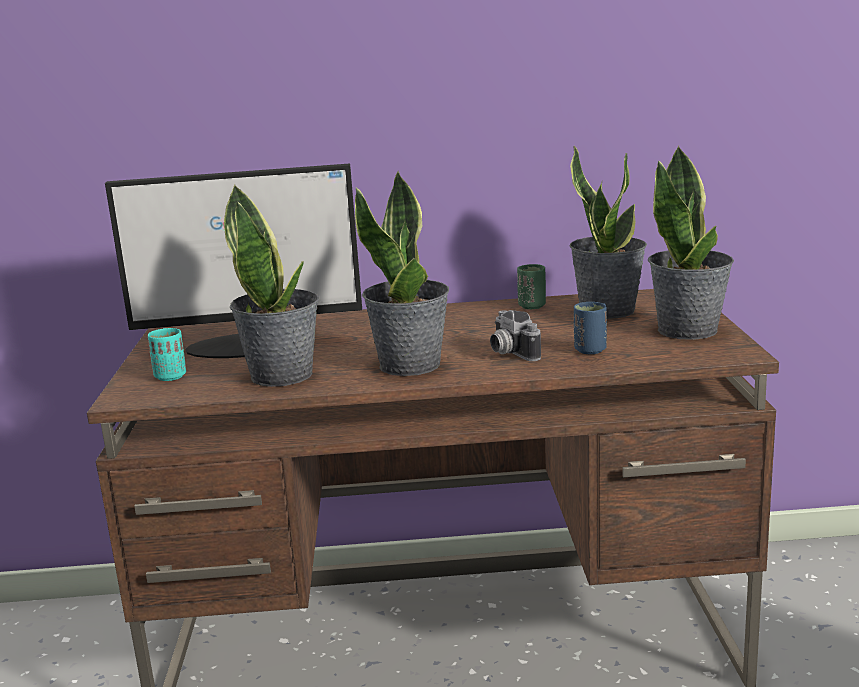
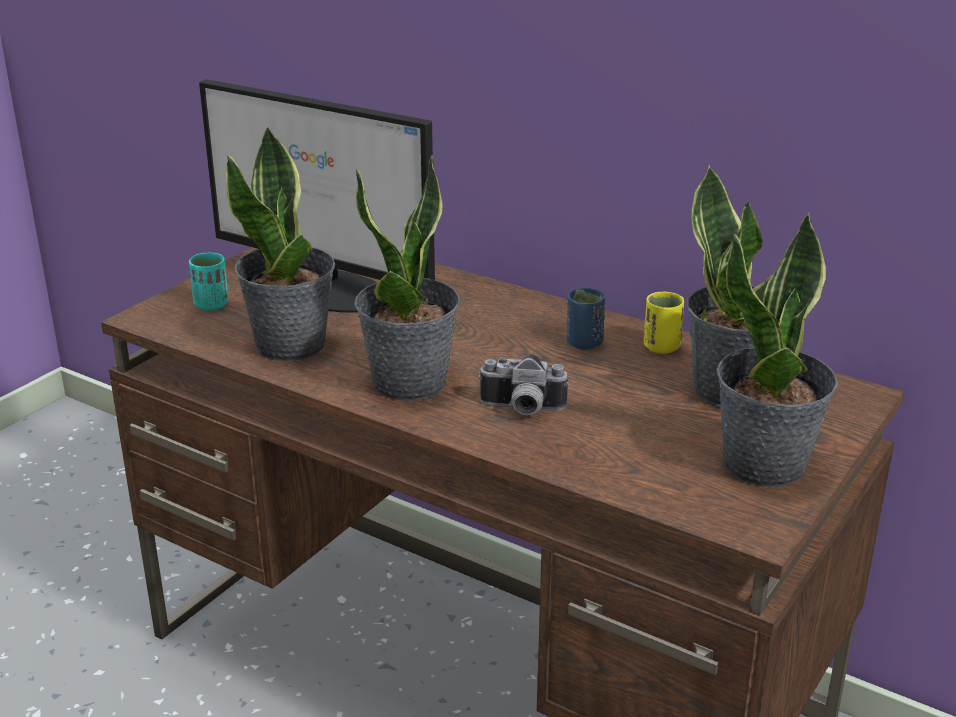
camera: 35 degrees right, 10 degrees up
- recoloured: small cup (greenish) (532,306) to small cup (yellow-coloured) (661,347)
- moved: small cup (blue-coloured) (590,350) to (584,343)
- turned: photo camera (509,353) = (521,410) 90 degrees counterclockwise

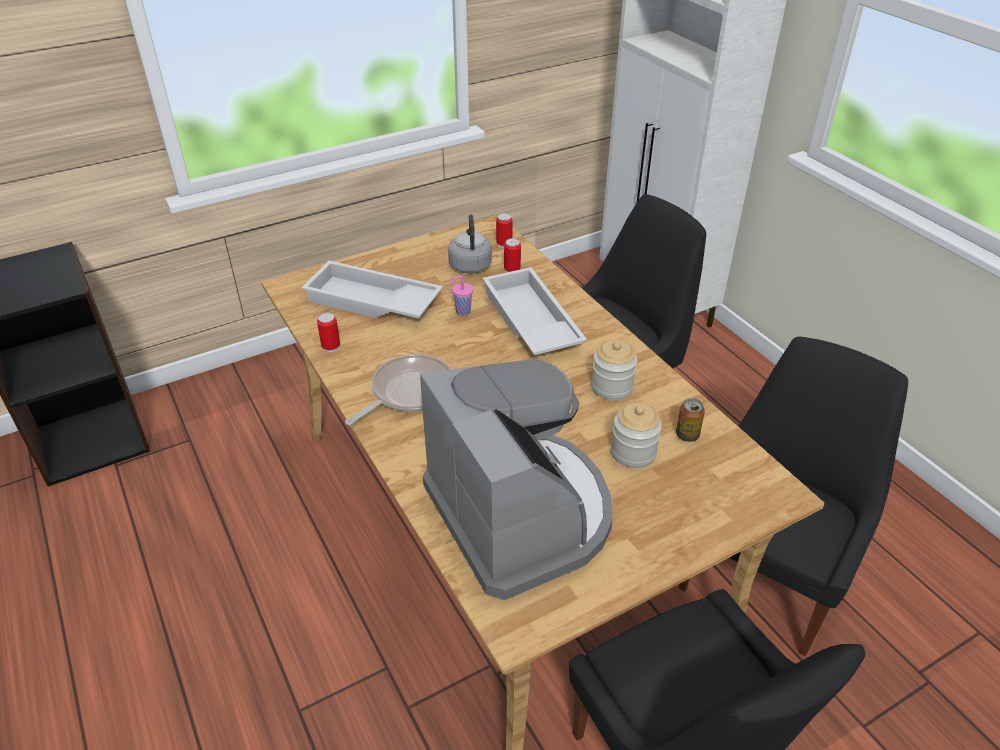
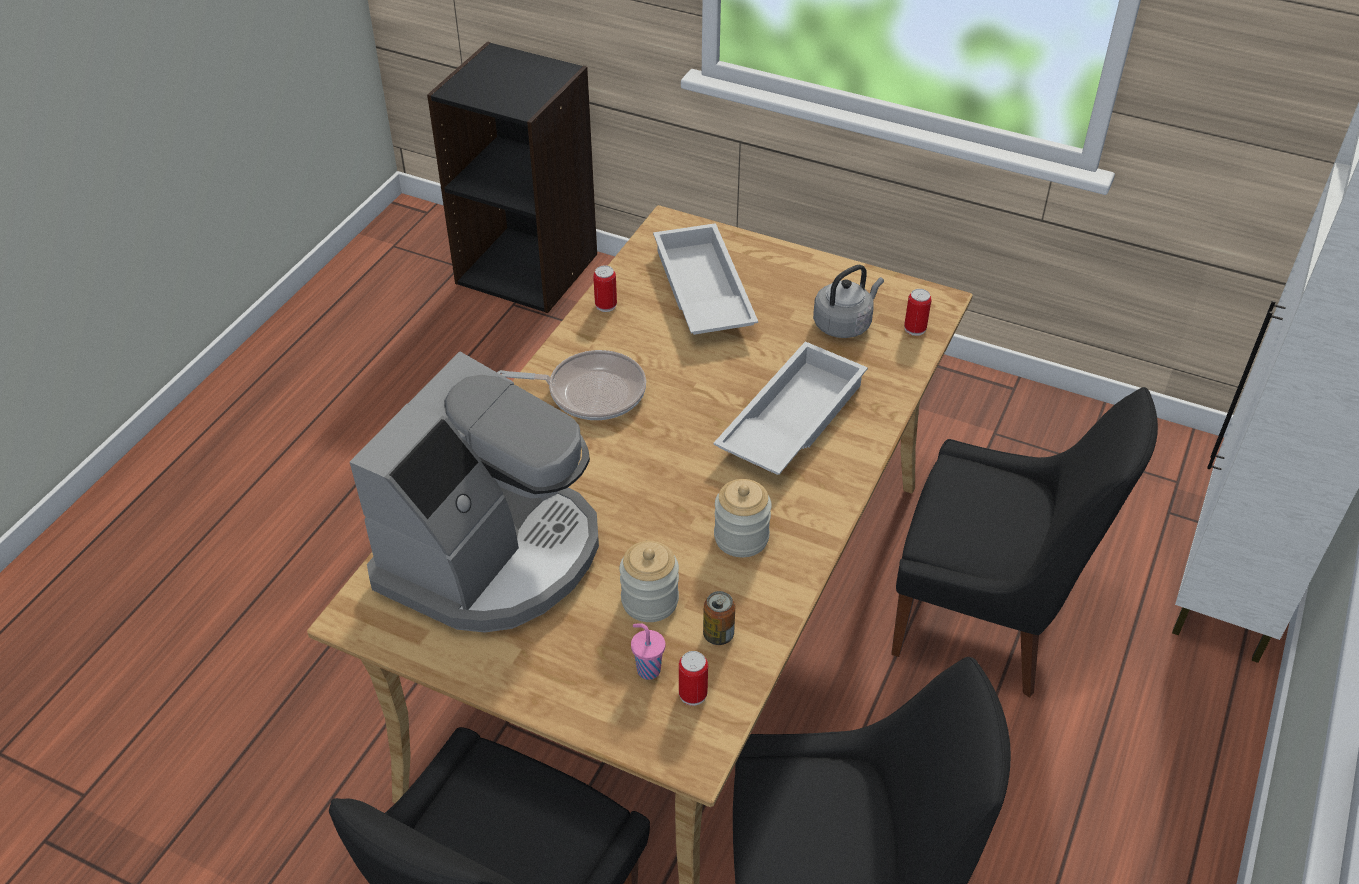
camera: 55 degrees right, 5 degrees up
- moved: can (512,270) to (693,694)
- moved: small cup (pink-coloured) (462,312) to (647,669)

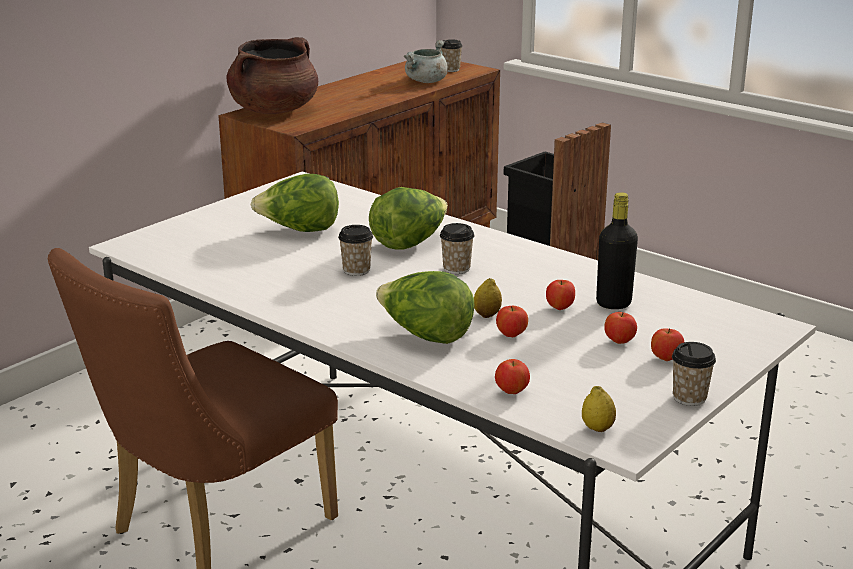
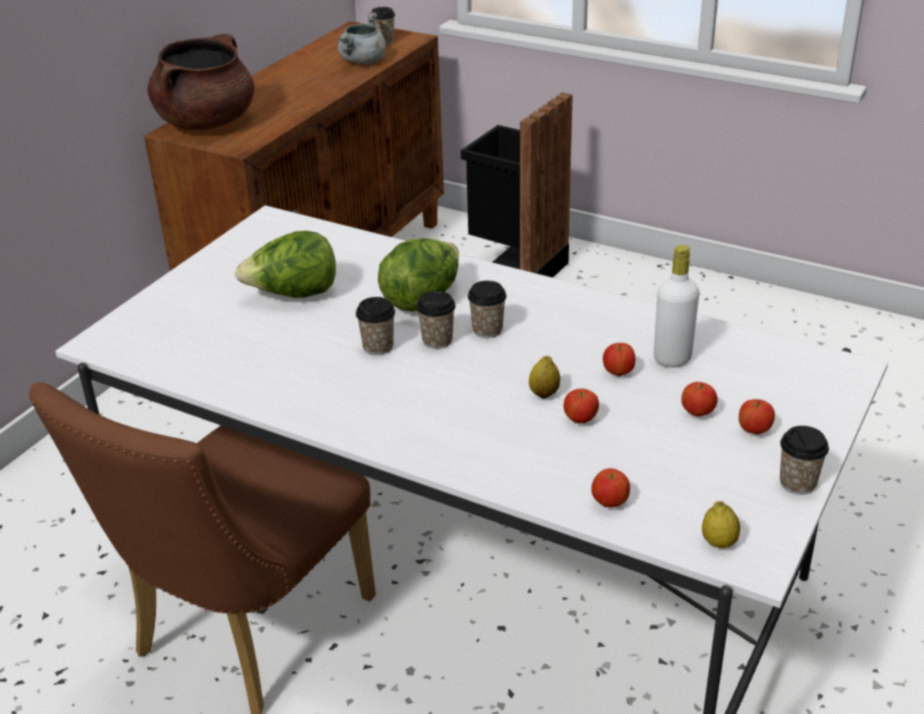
camera: 10 degrees left, 10 degrees up
- recoloured: bottle (black-coloured) (613,303) to bottle (whitish) (672,358)
- removed: head of lettuce (425,336)
- added: small cup (437,340)

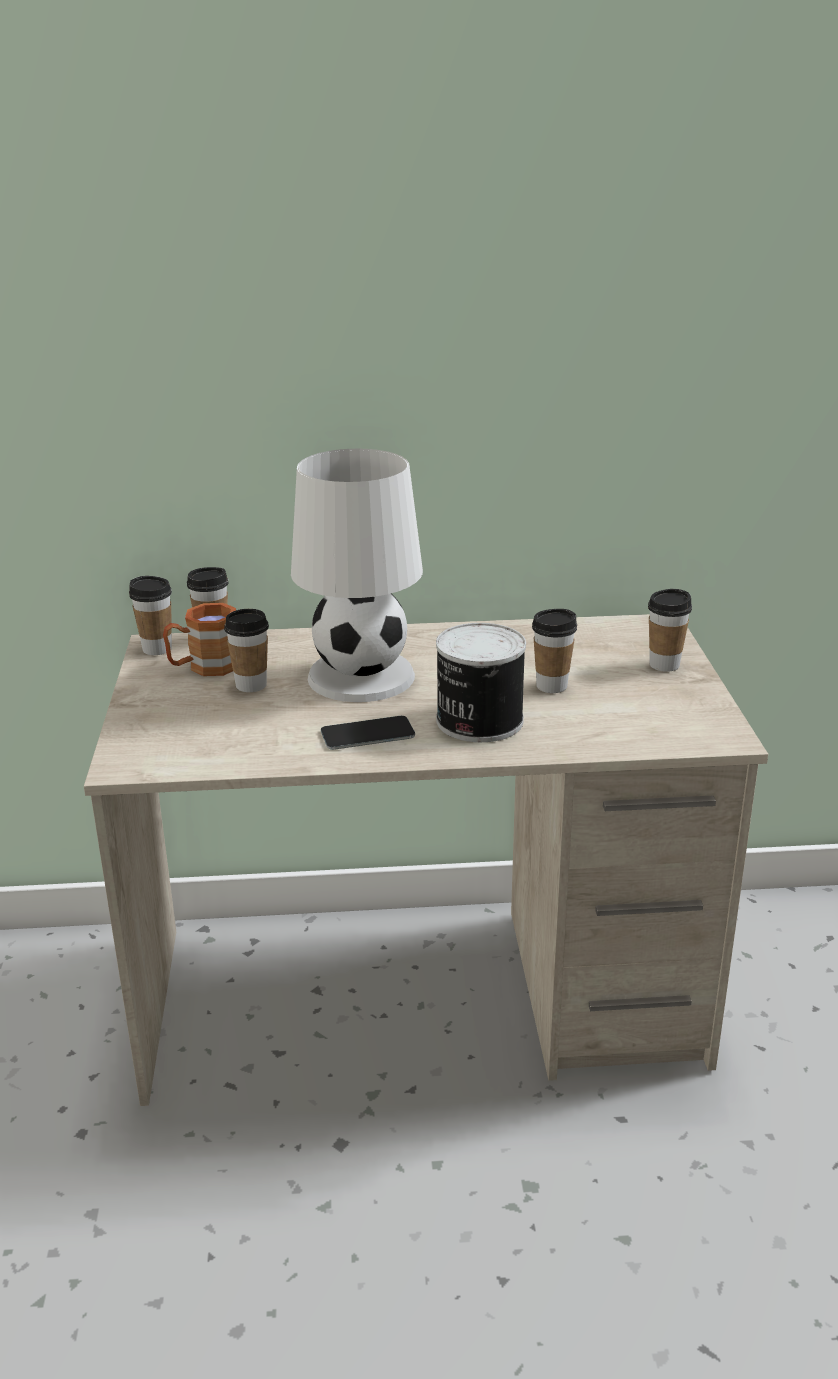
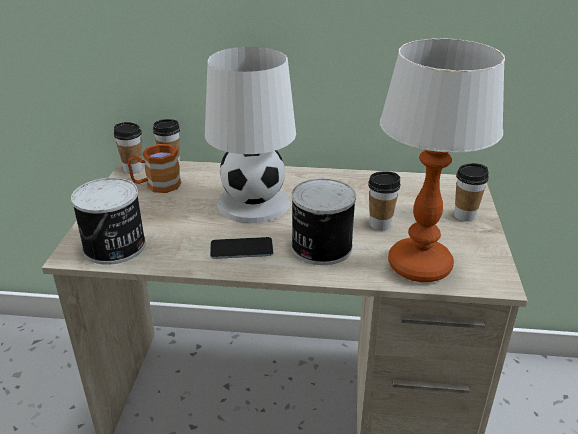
camera: 10 degrees right, 5 degrees up
- removed: small cup (251,685)
- added: table lamp (420,266)
- added: can (115,247)

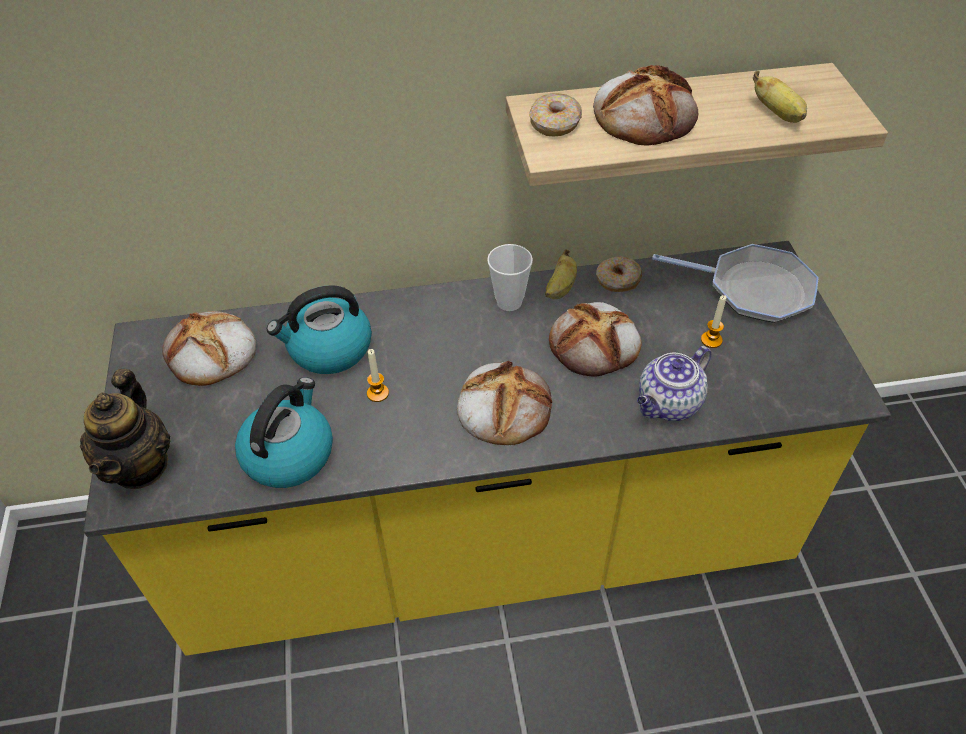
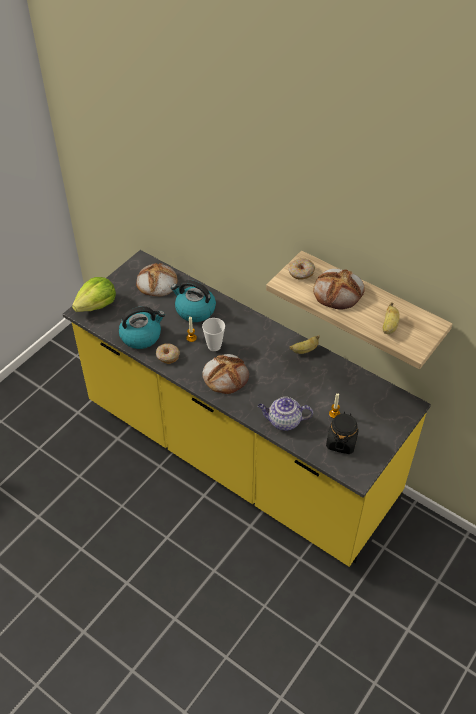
camera: 45 degrees right, 0 degrees up
- moved: small cup (509,302) to (214,346)
- removed: skillet (753,289)
- moved: donut (617,281) to (167,356)
- removed: bakery bread (595,344)
- replaced: tea pot (140,465) to head of lettuce (97,305)
- added: preserve jar (black-coloured) (341,442)

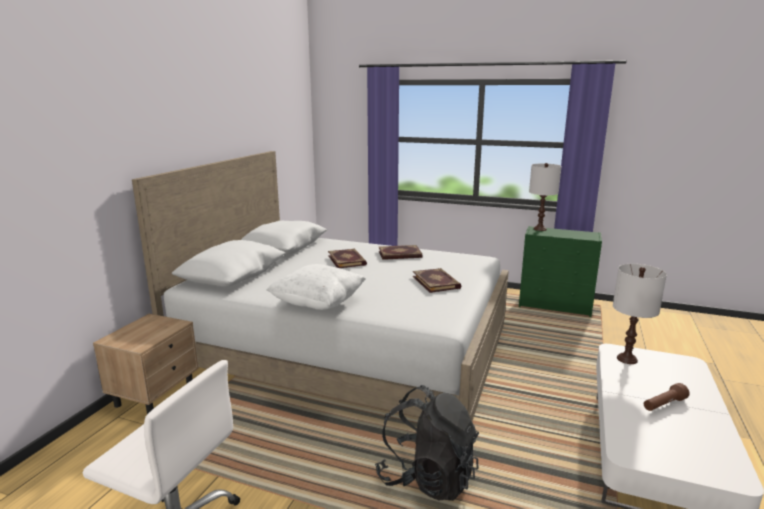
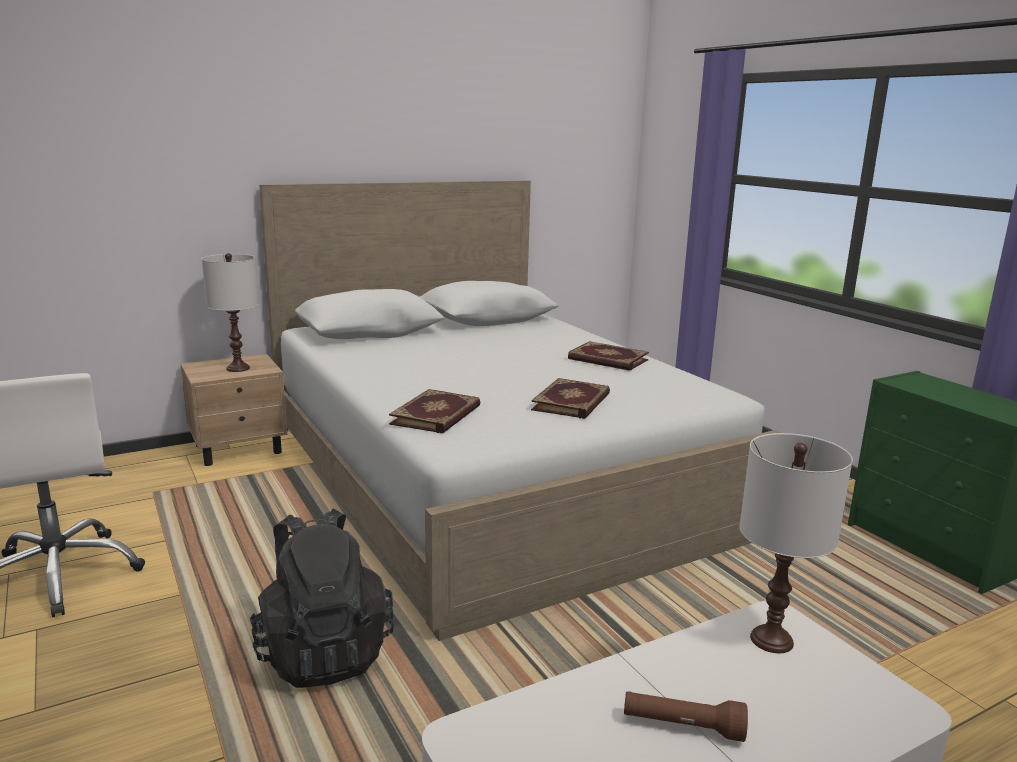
camera: 40 degrees right, 0 degrees up
- moved: table lamp (whitish) (539,229) to (237,368)
- moved: book (347,260) to (437,415)
- removed: cushion (whitish) (318,304)

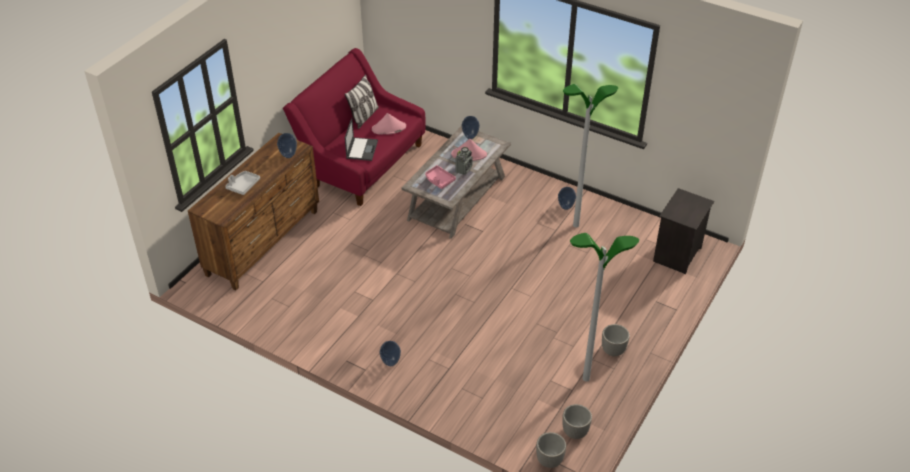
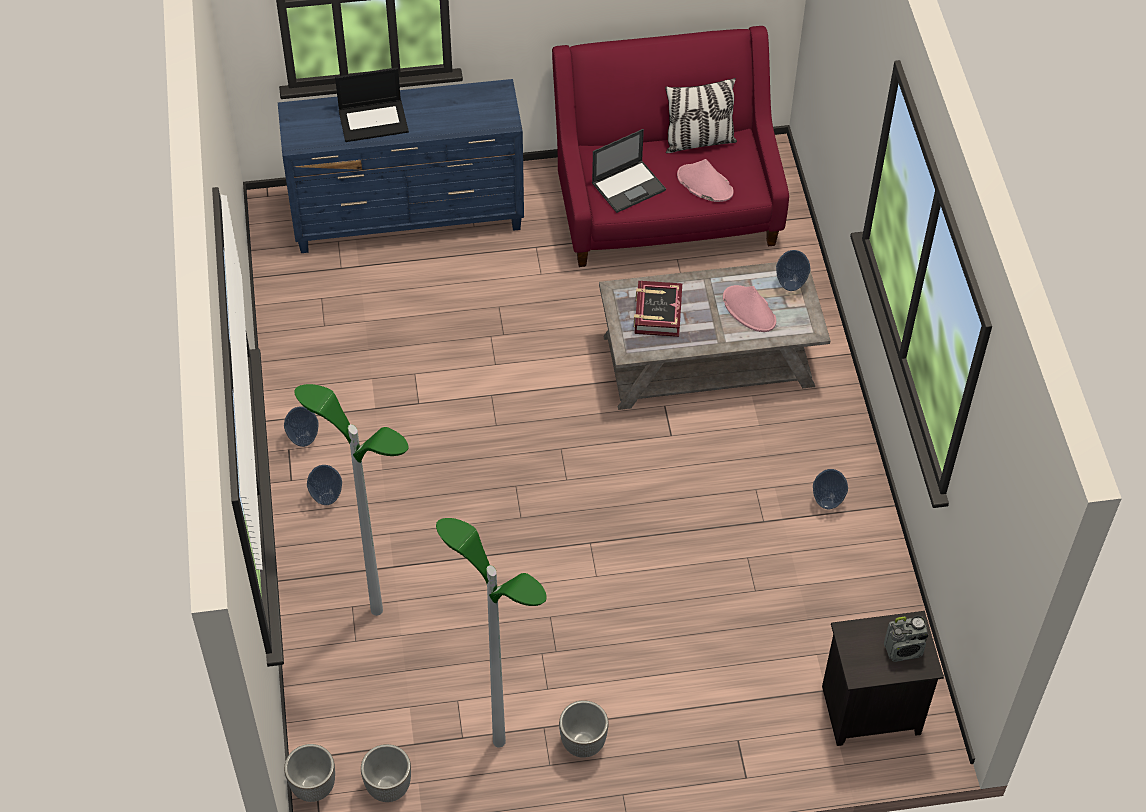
camera: 50 degrees right, 10 degrees up
- moved: floor lamp (576,225) to (376,610)
- recoloured: dresser (brown-coloured) (264,242) to dresser (blue-coloured) (409,219)
- moved: flower vase (288,155) to (303,440)
- moved: radio receiver (464,169) to (904,650)
- replaced: tray (pink-coloured) (439,180) to book (657,313)
- replaced: tray (greyish) (243,186) to portable computer (374,120)

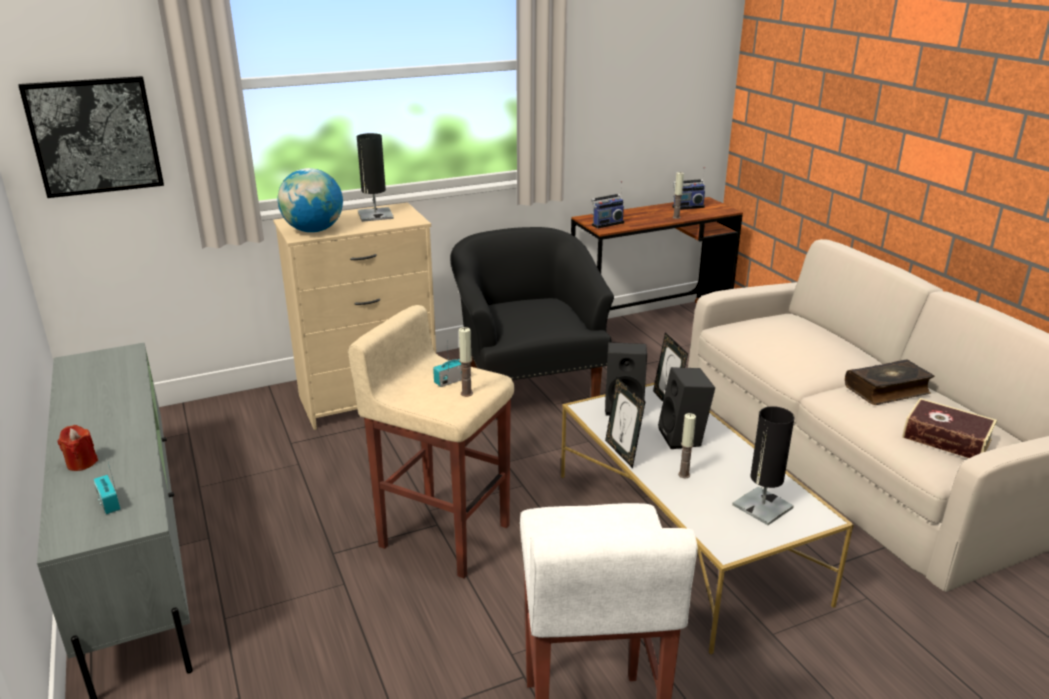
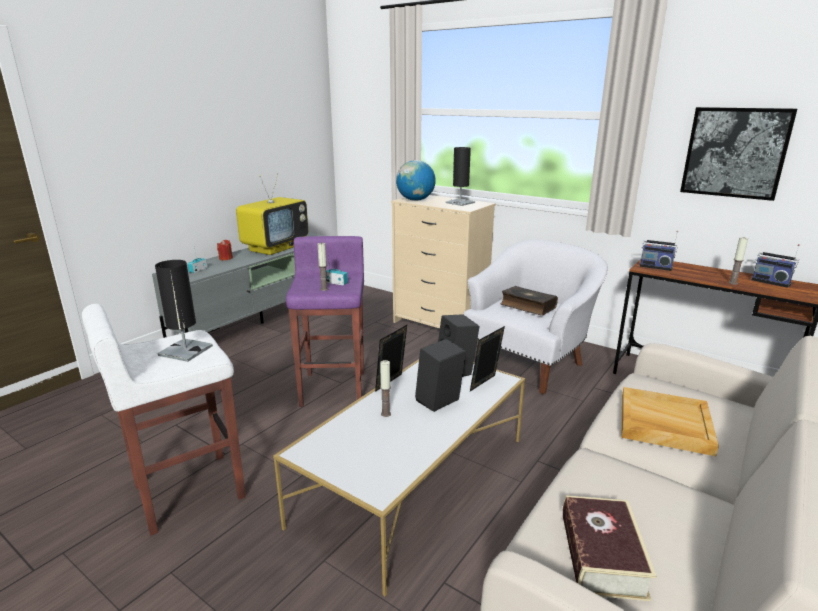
camera: 60 degrees right, 5 degrees down
- moved: wall picture (95,136) to (735,152)
- recoloured: lounge chair (black-coloured) (529,383) to lounge chair (whitish) (528,363)
- recoloured: stool seat (beige-coloured) (444,534) to stool seat (purplish) (334,387)
- moved: book (887,390) to (527,306)
- moved: table lamp (black-coloured) (762,506) to (185,350)
- added: TV (275,247)
- added: tray (beige-coloured) (663,423)

